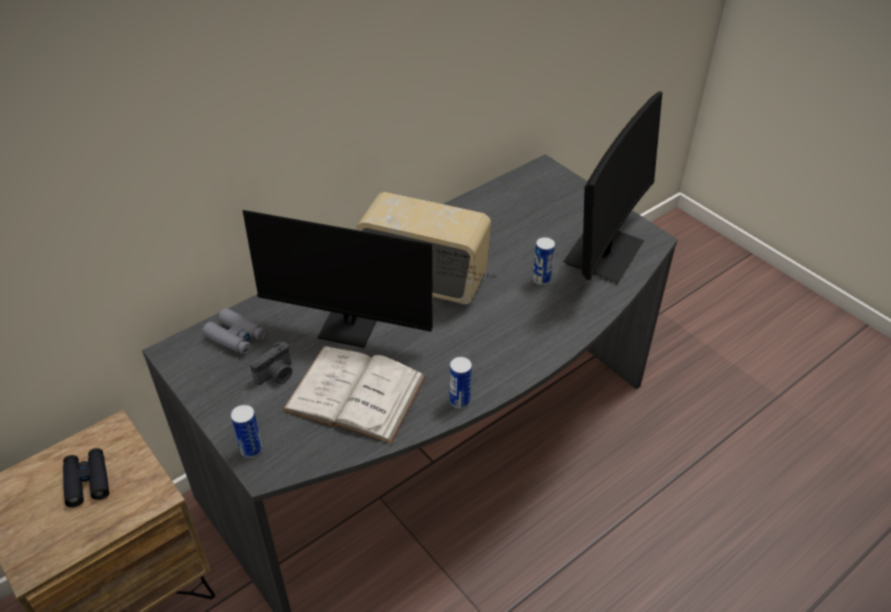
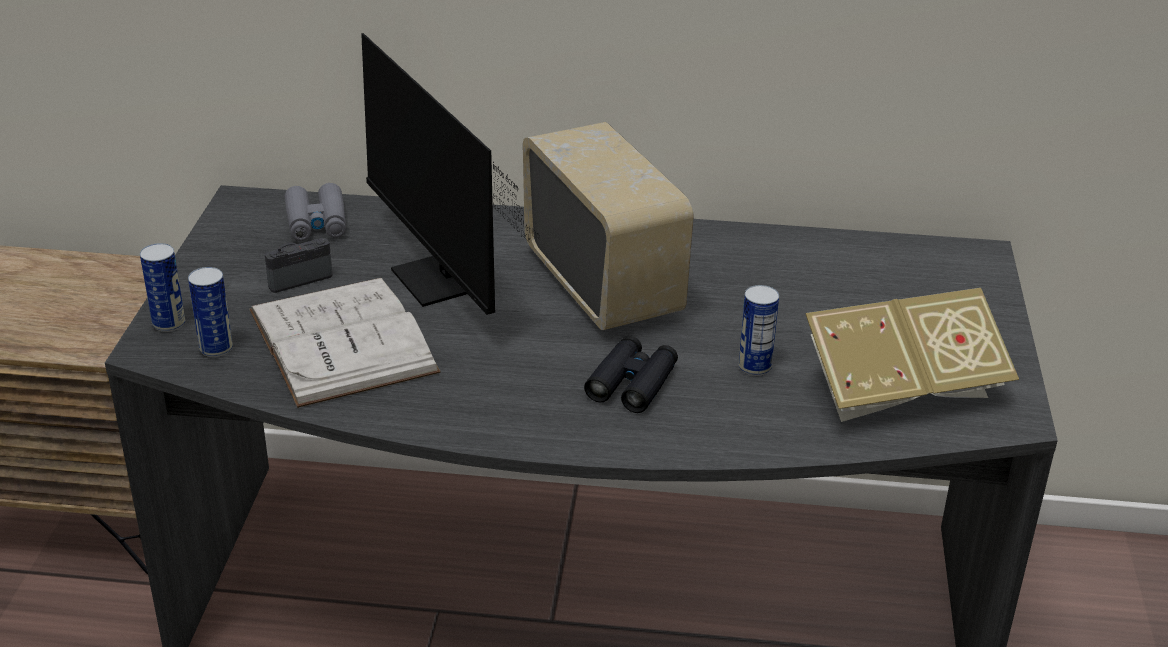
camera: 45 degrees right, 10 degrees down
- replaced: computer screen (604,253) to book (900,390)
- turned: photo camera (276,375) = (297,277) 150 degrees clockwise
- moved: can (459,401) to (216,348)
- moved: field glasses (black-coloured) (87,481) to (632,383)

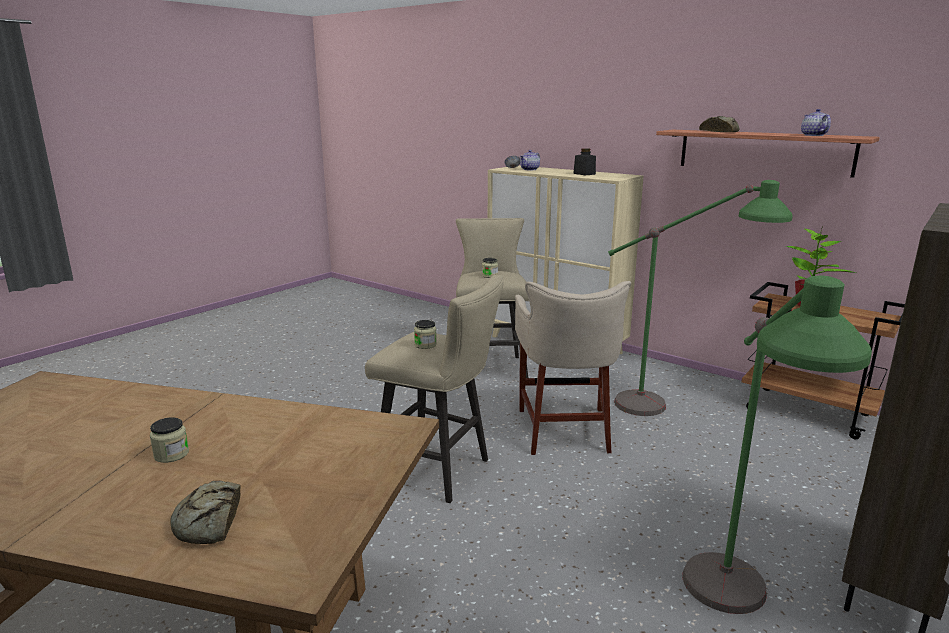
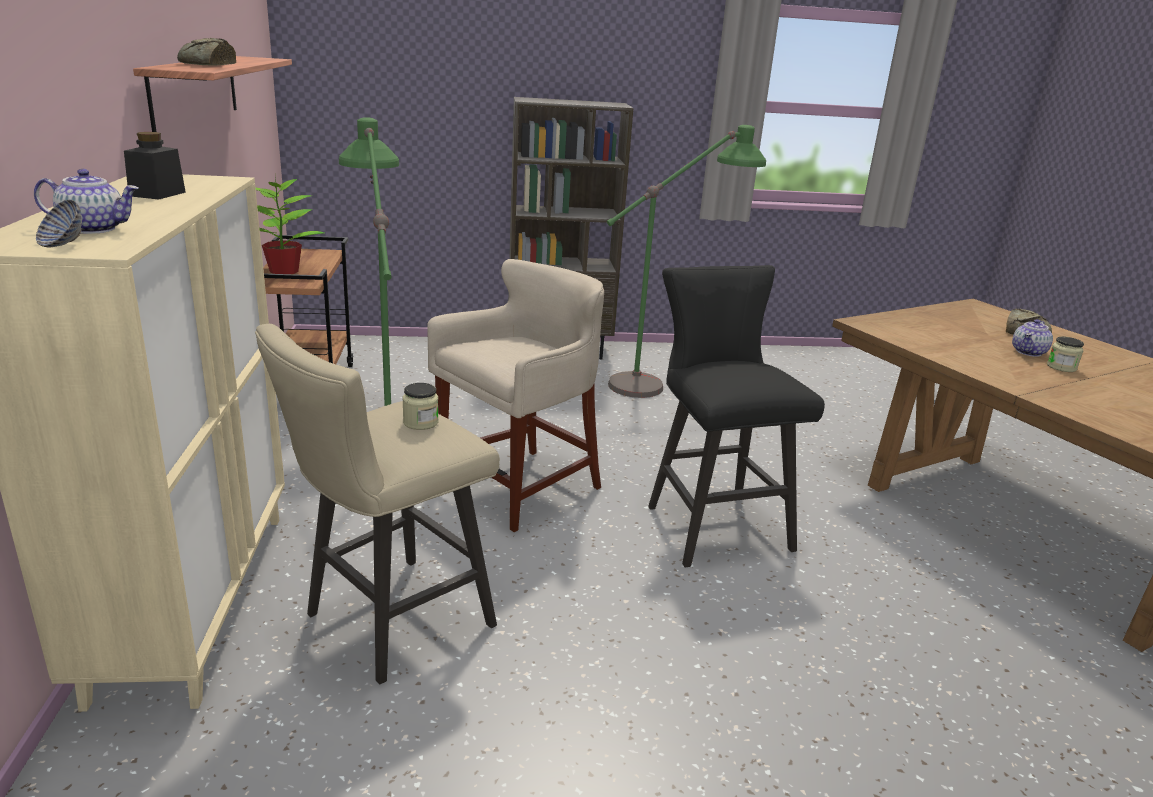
camera: 135 degrees left, 5 degrees up
- moved: tea pot (813,135) to (1029,352)
- recoloured: stool seat (beige-coloured) (439,472) to stool seat (black-coloured) (712,523)
- removed: preserve jar (425,345)

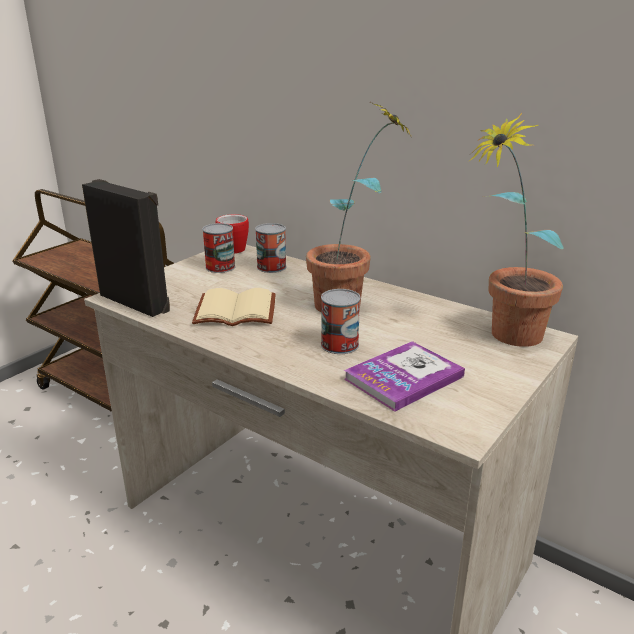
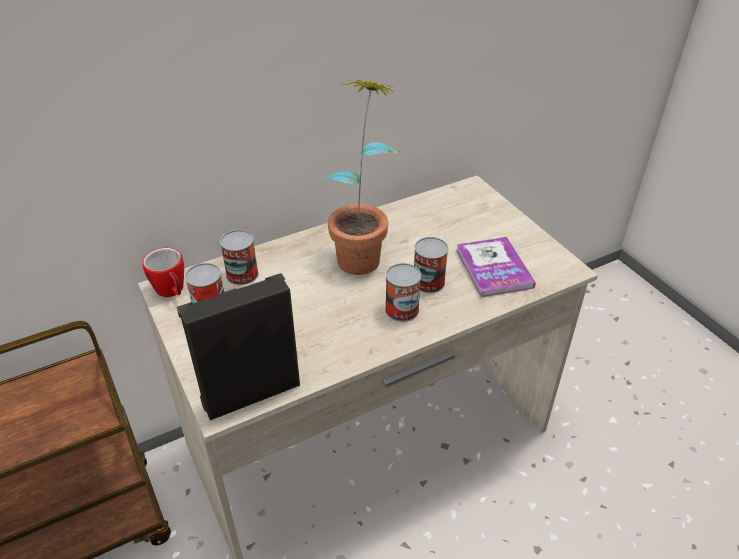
camera: 65 degrees left, 15 degrees up
- removed: potted plant (503,337)
- removed: book (beige-coloured) (237,310)
- added: can (402,310)

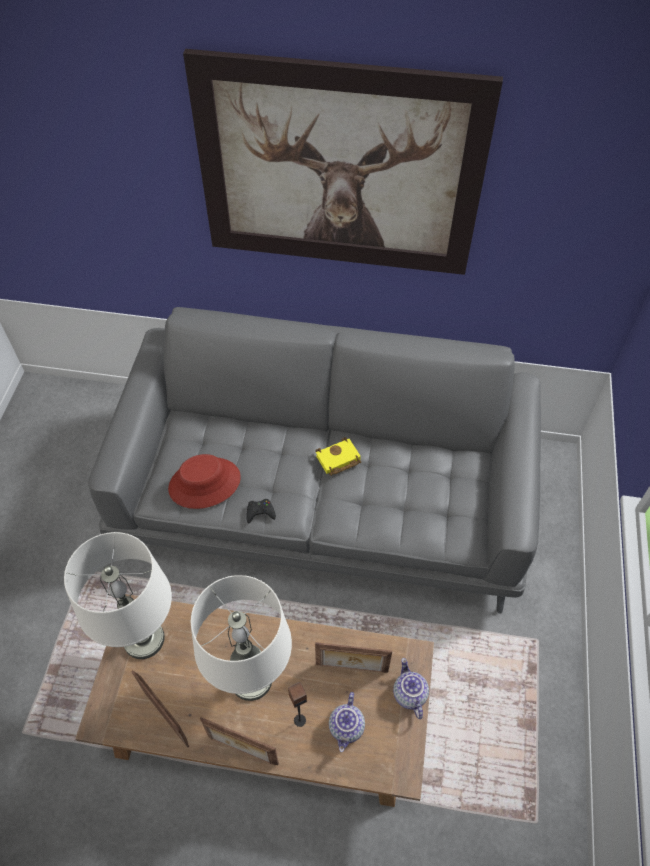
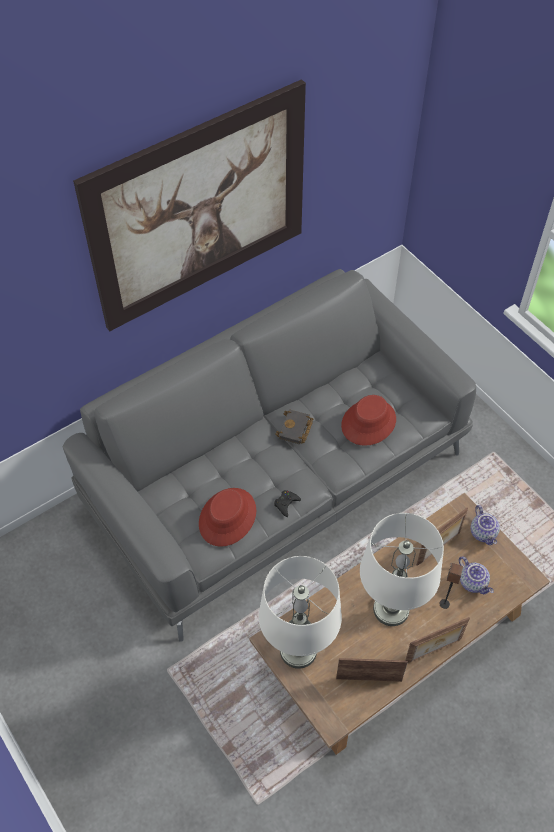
camera: 45 degrees left, 0 degrees up
- recoloured: book (yellow-coloured) (338,460) to book (black-coloured) (295,430)
- turned: tea pot (408,694) = (483,533) 135 degrees counterclockwise
- added: clothing hat (red) (368,422)

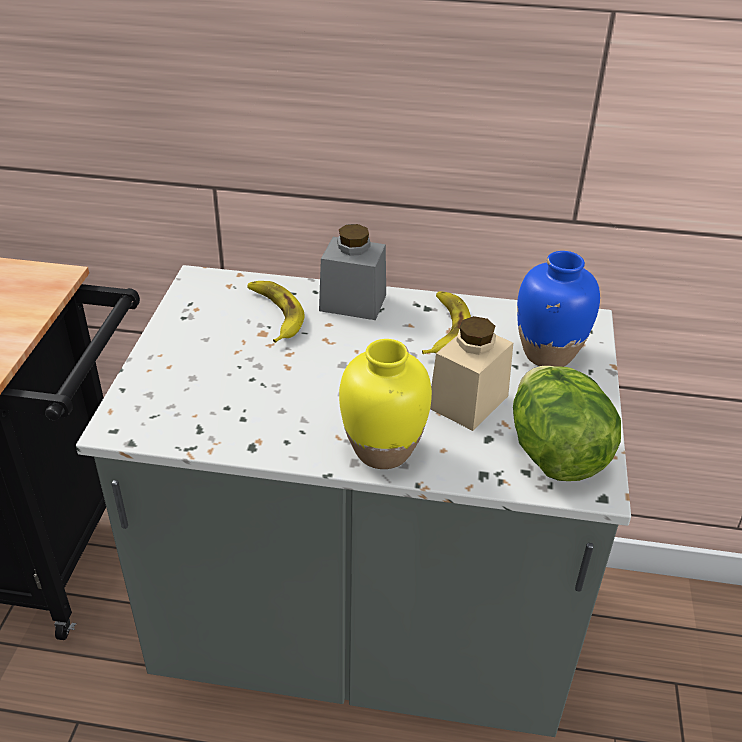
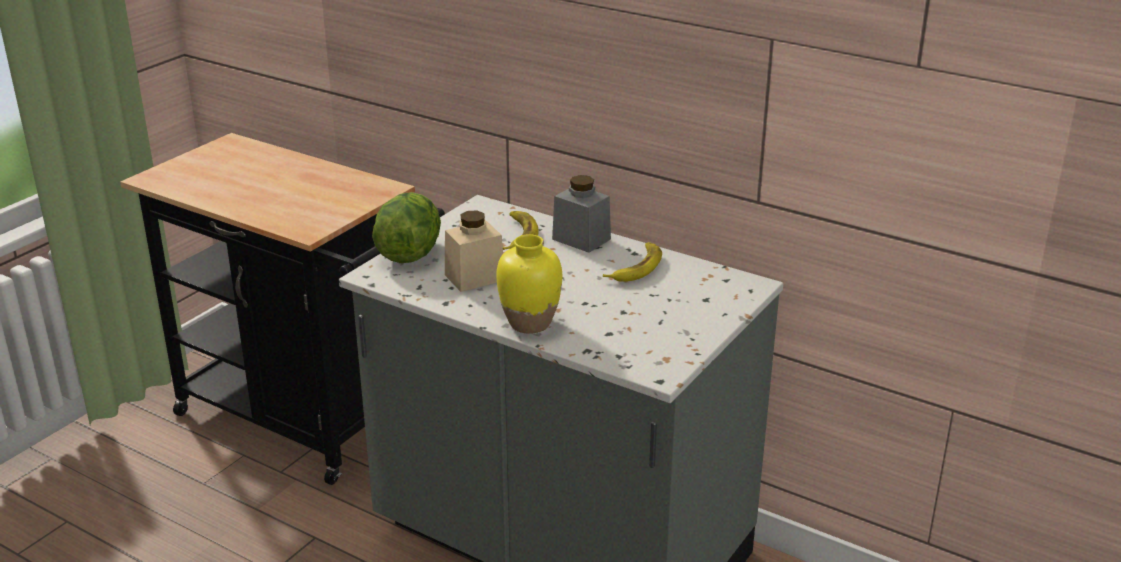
camera: 25 degrees right, 10 degrees down
- removed: flower vase (blue-coloured) (548,354)
- moved: preserve jar (beige-coloured) (468,402) to (474,277)
- moved: head of lettuce (555,454) to (409,253)

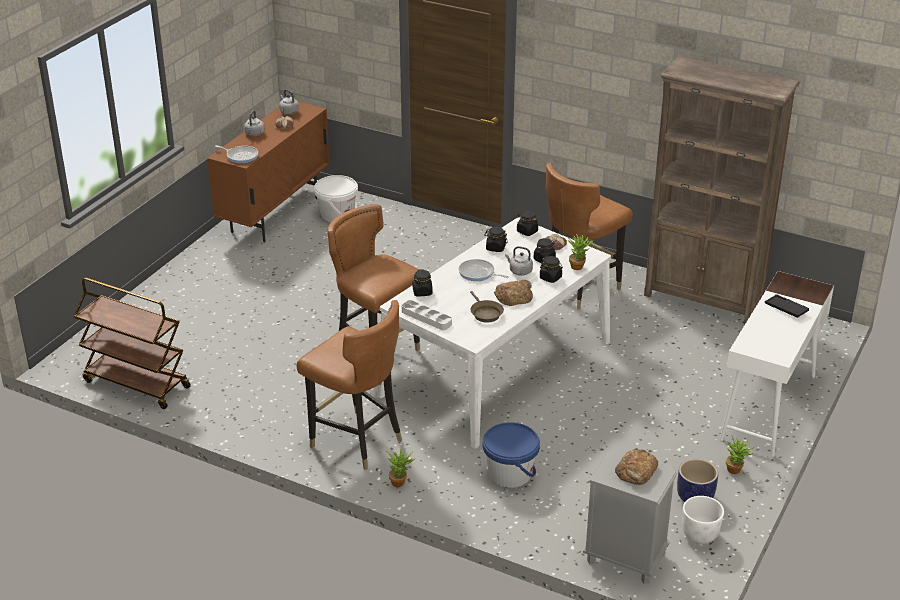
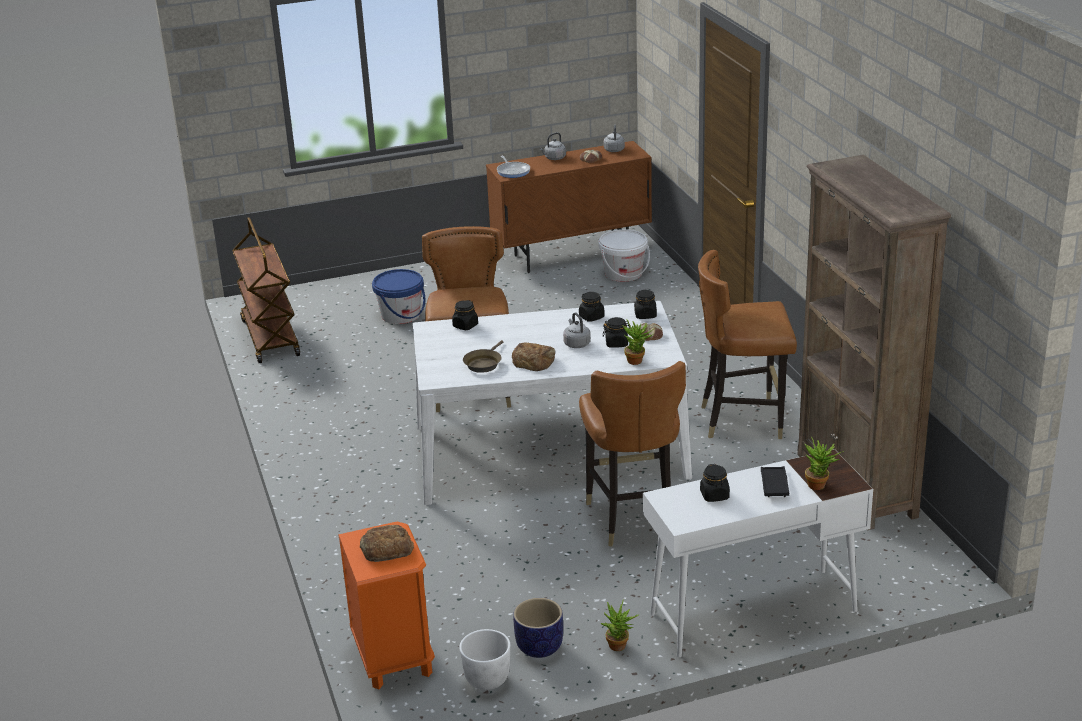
camera: 45 degrees right, 5 degrees down
- moved: preserve jar (black-coloured) (550,278) to (714,495)
- removed: skillet (478,273)
- moved: chair (brown-coloured) (356,441) to (633,518)
- removed: tray (greyish) (426,318)
- moved: water bucket (blue-coloured) (510,473) to (401,315)
- moved: potted plant (400,482) to (820,485)
- recoloured: bedside table (greyish) (625,558) to bedside table (orangey) (392,658)

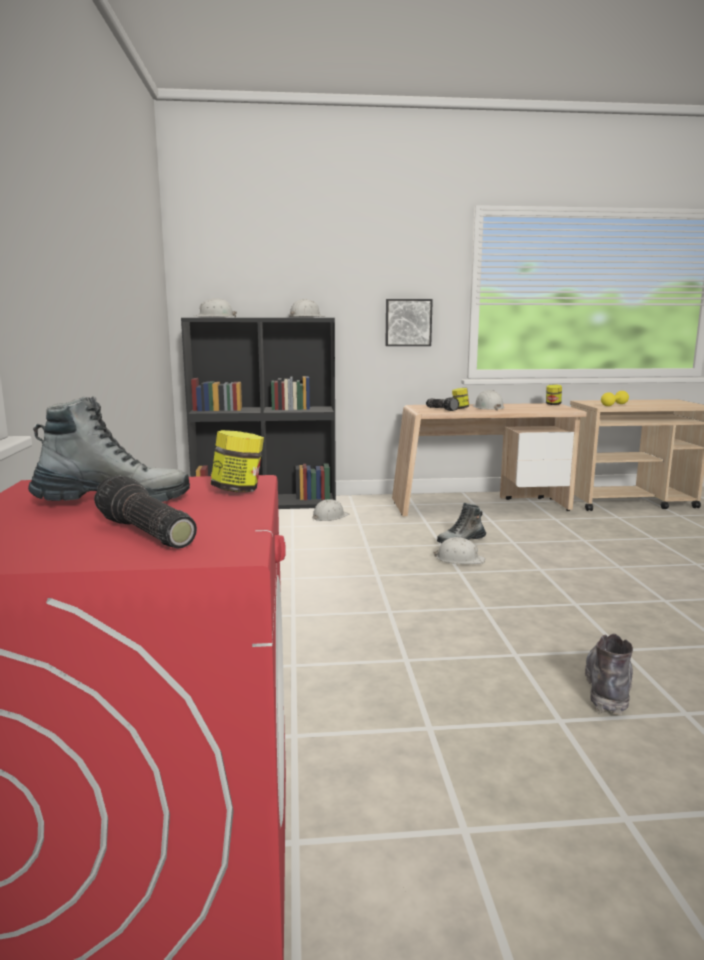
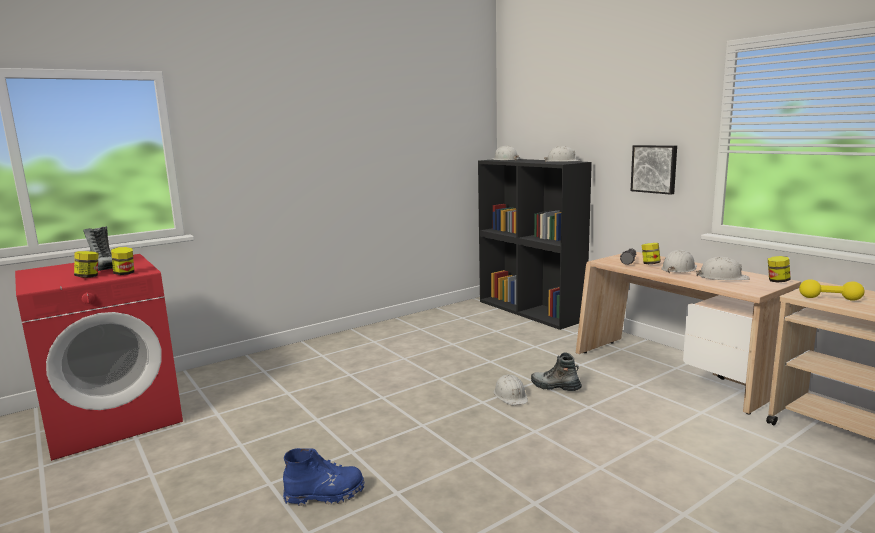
camera: 60 degrees right, 0 degrees up
- removed: flashlight (144,533)
- moved: hard hat (whitish) (329,517) to (722,277)
- recoloured: tall boot (greyish) (607,688) to tall boot (blue-coloured) (325,495)
- added: preserve jar (88,277)

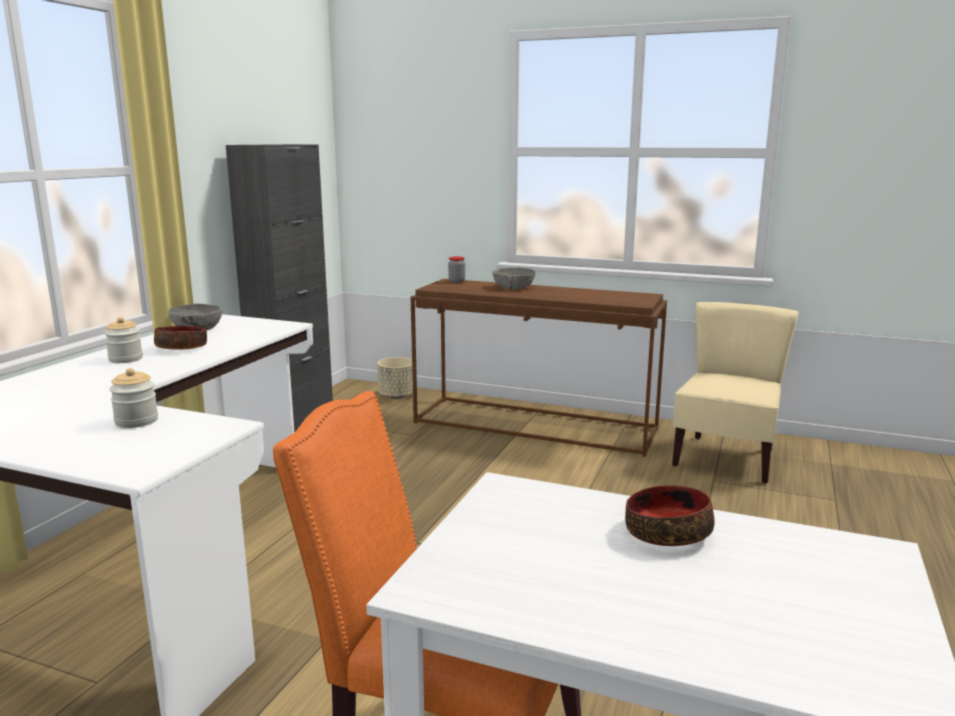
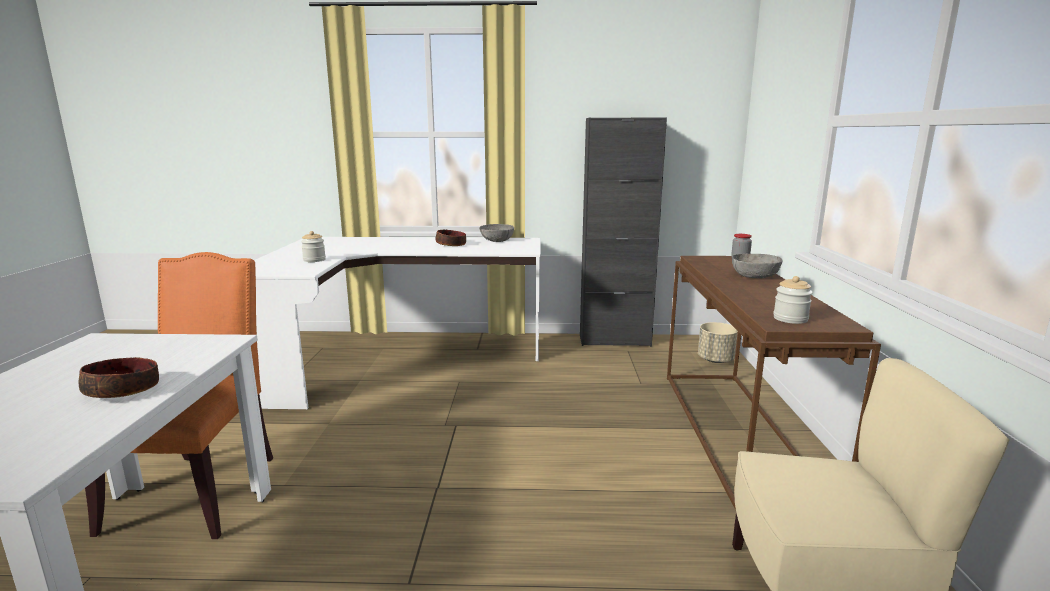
camera: 70 degrees right, 0 degrees up
- moved: preserve jar (125,359) to (790,319)

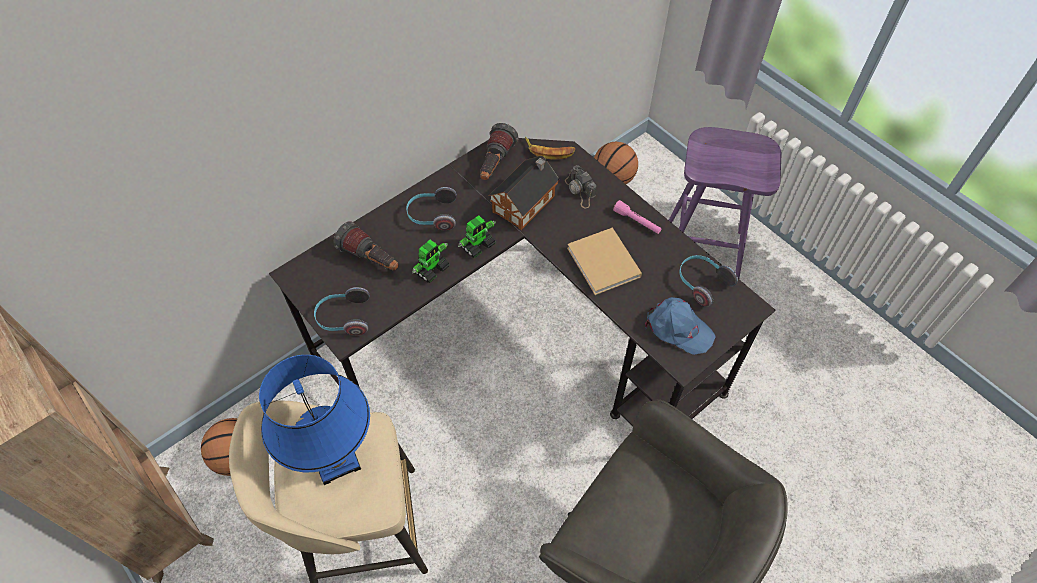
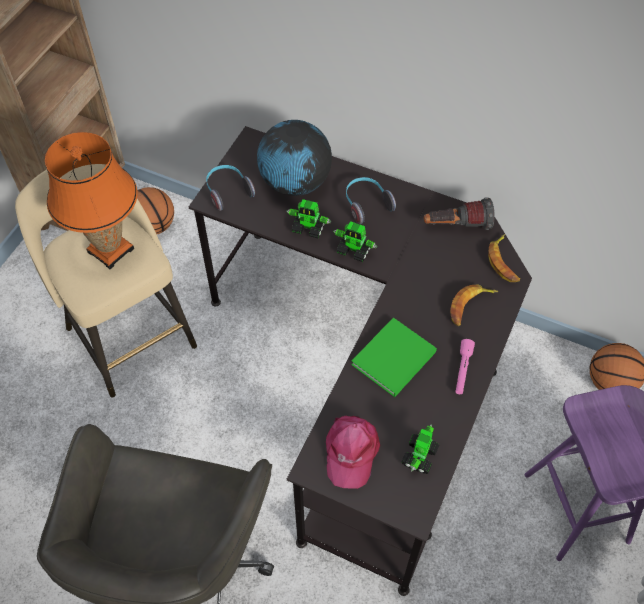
camera: 65 degrees right, 0 degrees up
- removed: miniature house (526,202)
- replaced: photo camera (580,191) to whole banana (469,306)
- replaced: flashlight (371,259) to globe (295,183)
- recoloured: book (beige-coloured) (604,264) to book (greenish) (392,360)
- replaced: headphones (702,283) to toy robot (419,456)
- recoloured: cap (blue-coloured) (678,328) to cap (pink-coloured) (350,451)
- recoloured: table lamp (blue-coloured) (336,460) to table lamp (orangey) (110,250)

